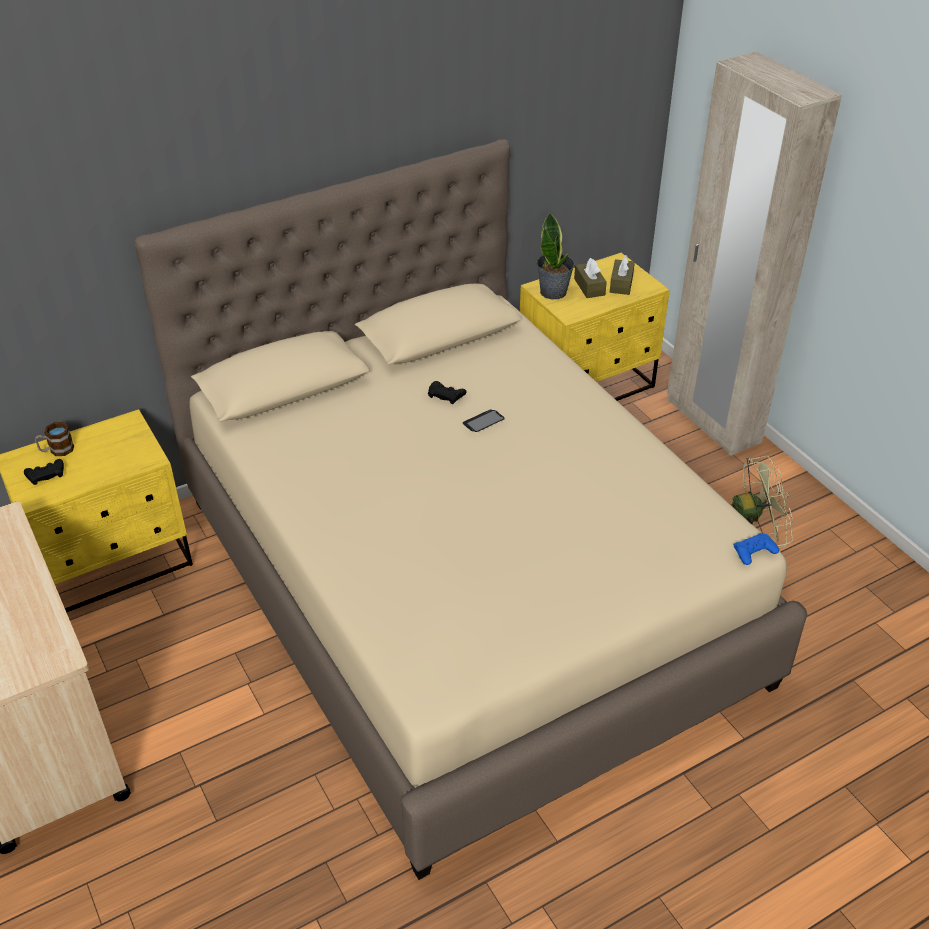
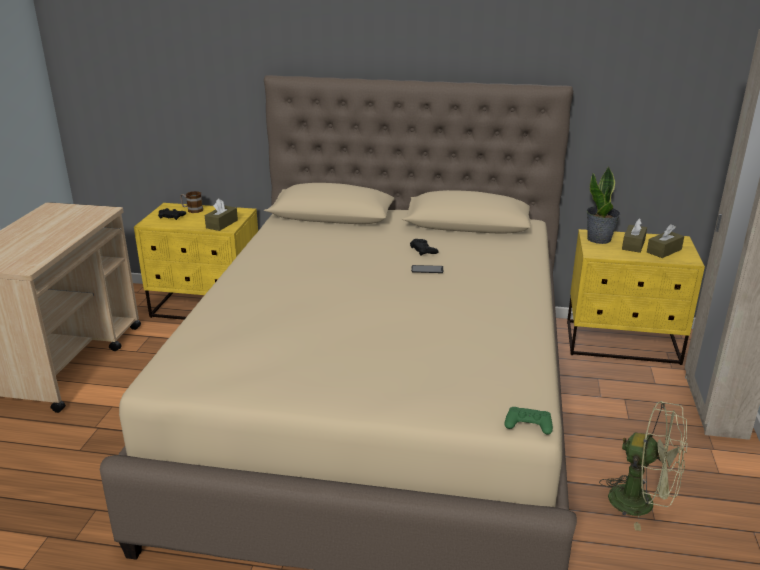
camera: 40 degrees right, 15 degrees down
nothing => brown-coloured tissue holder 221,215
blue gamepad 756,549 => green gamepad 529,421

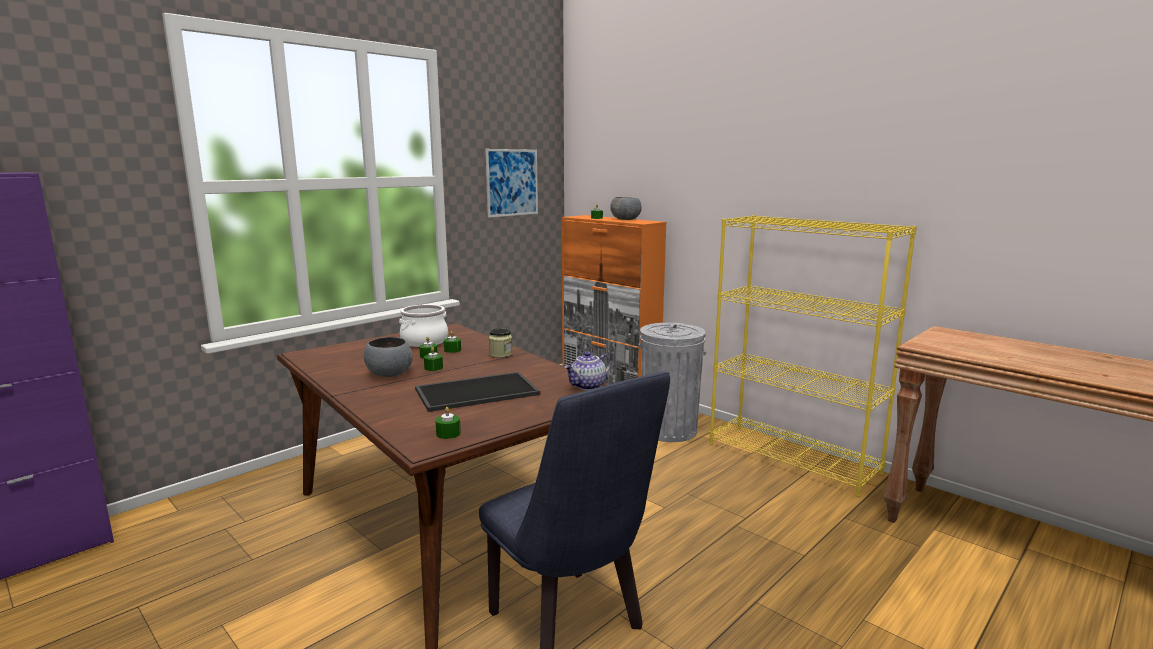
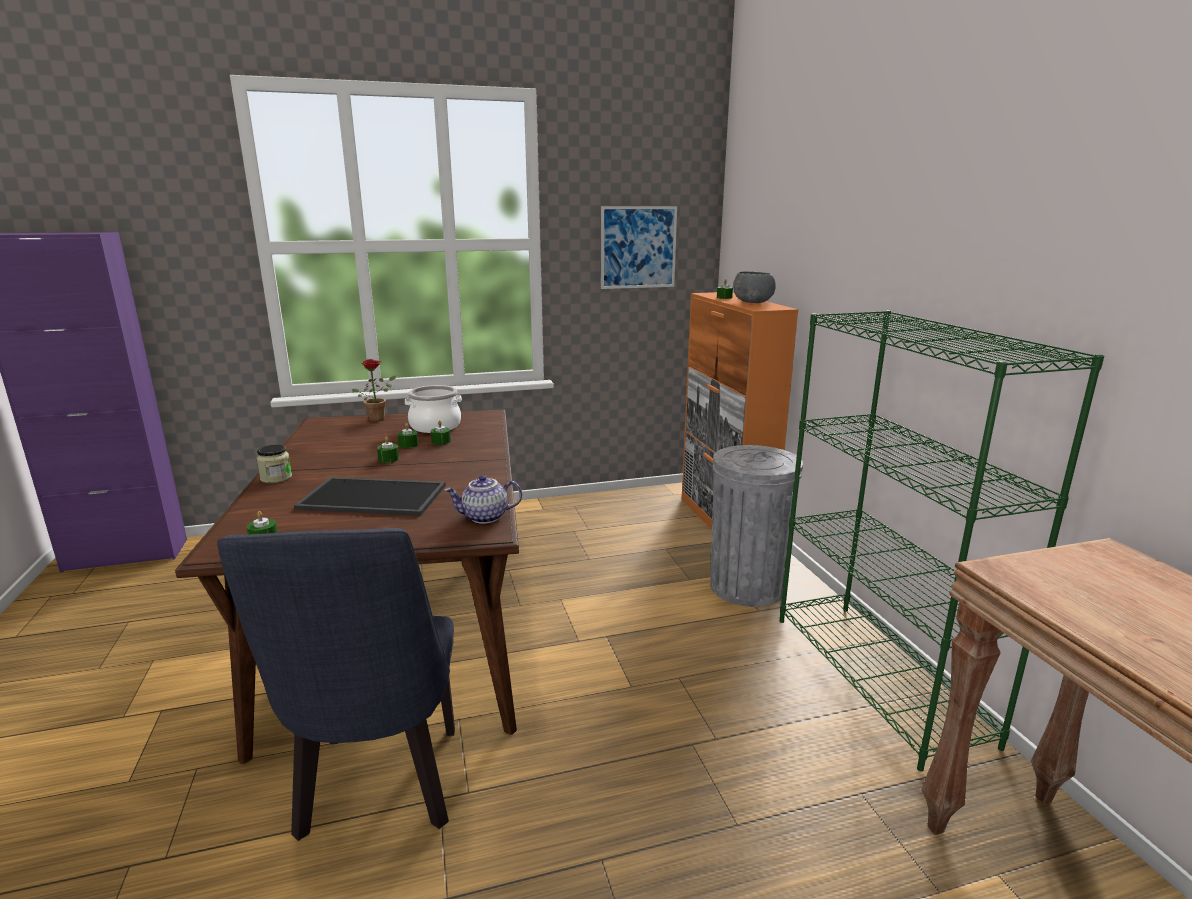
camera: 30 degrees right, 5 degrees up
storage jar 500,343 => storage jar 274,464, relocated
nothing => plant in a pot 374,390
yellowish bookshelf 813,356 => green bookshelf 942,540
greyish bowl 388,357 => nothing

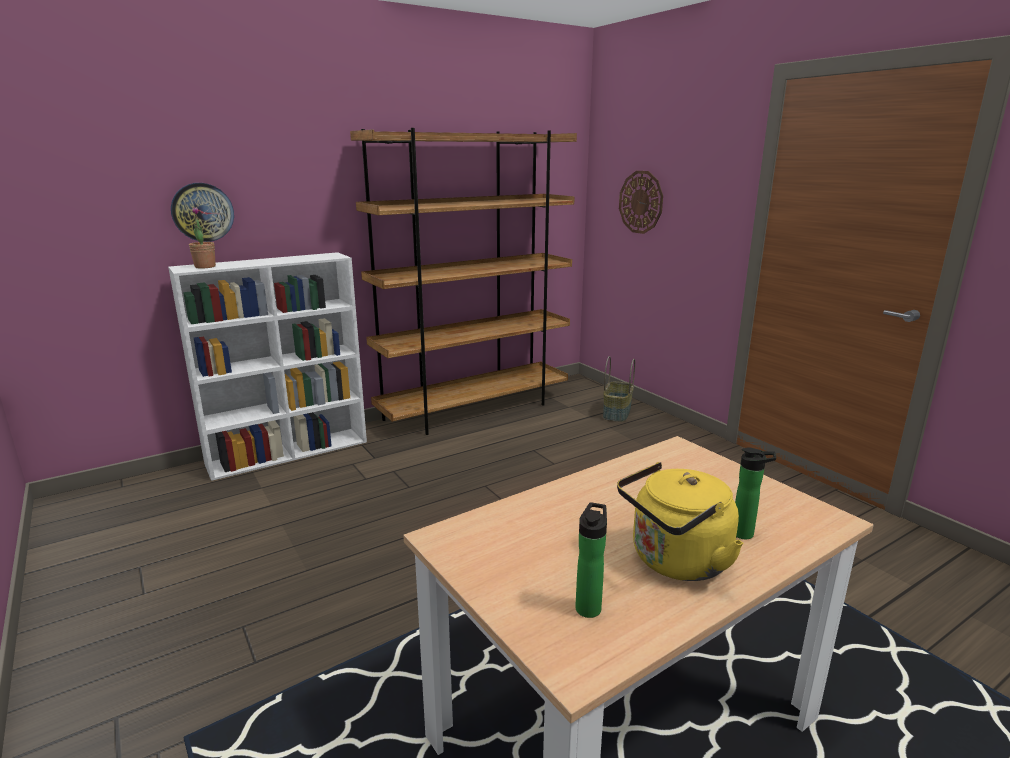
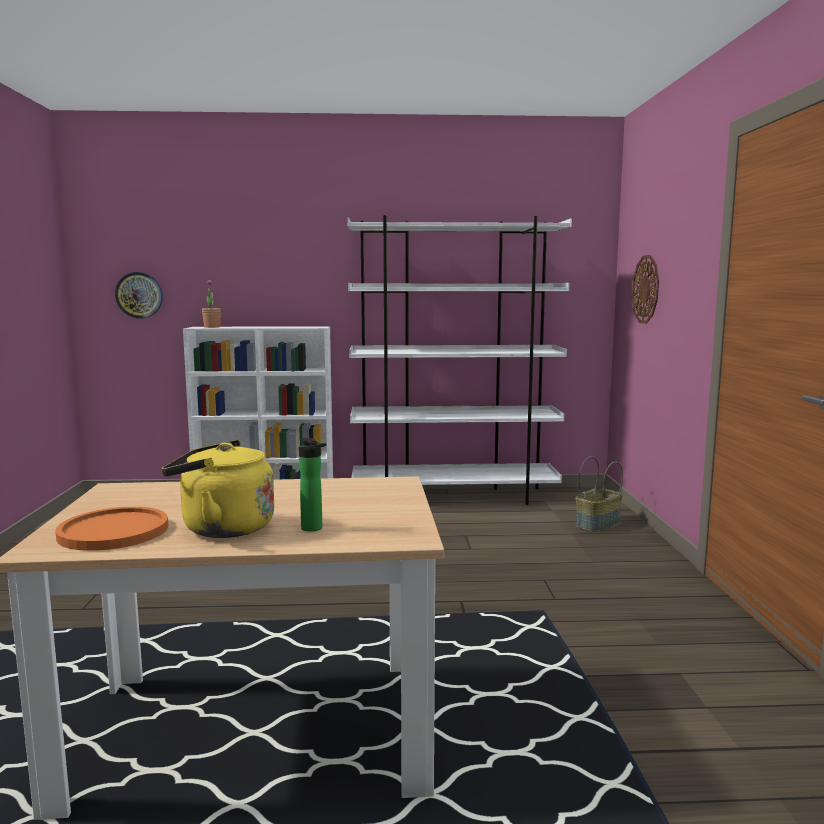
camera: 30 degrees right, 10 degrees down
beverage bottle 591,560 => orange dinner plate 111,529
hanging clock 202,212 => hanging clock 139,295, relocated
brown-coloured bookshelf 463,281 => white-coloured bookshelf 459,360

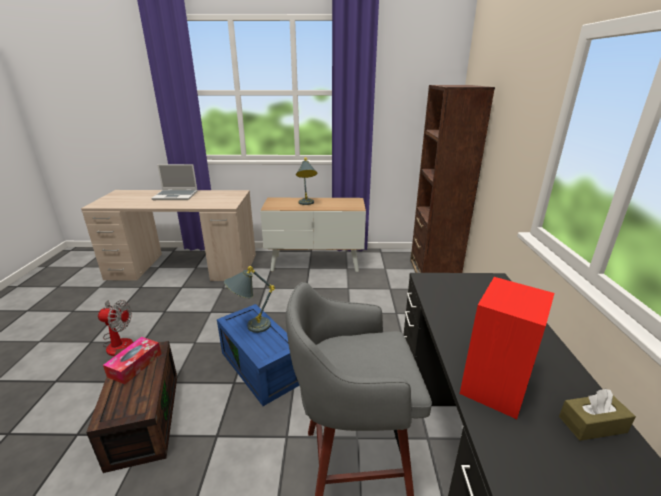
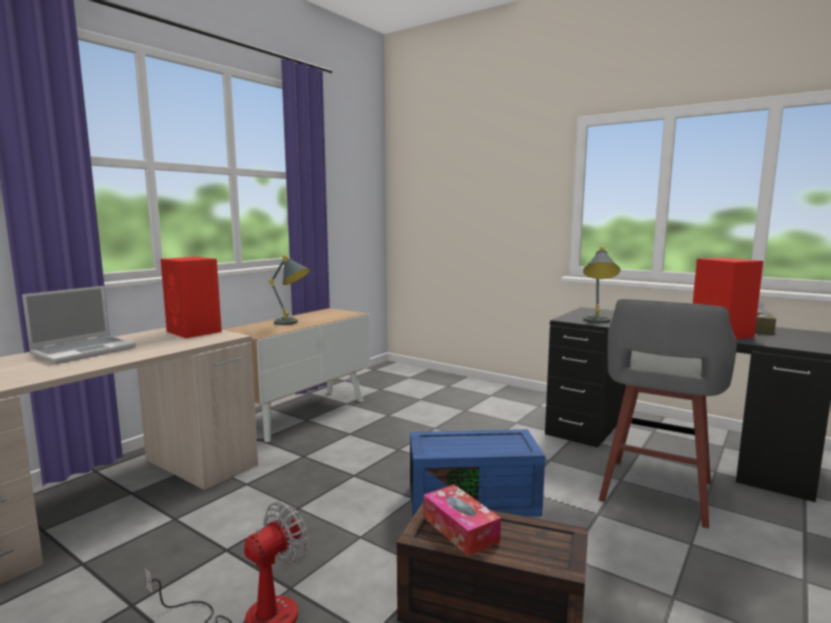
camera: 55 degrees left, 15 degrees down
nothing => reddish speaker 191,297
greyish tabletop lamp 249,299 => greyish tabletop lamp 602,284, relocated
brown-coloured bookshelf 452,179 => nothing

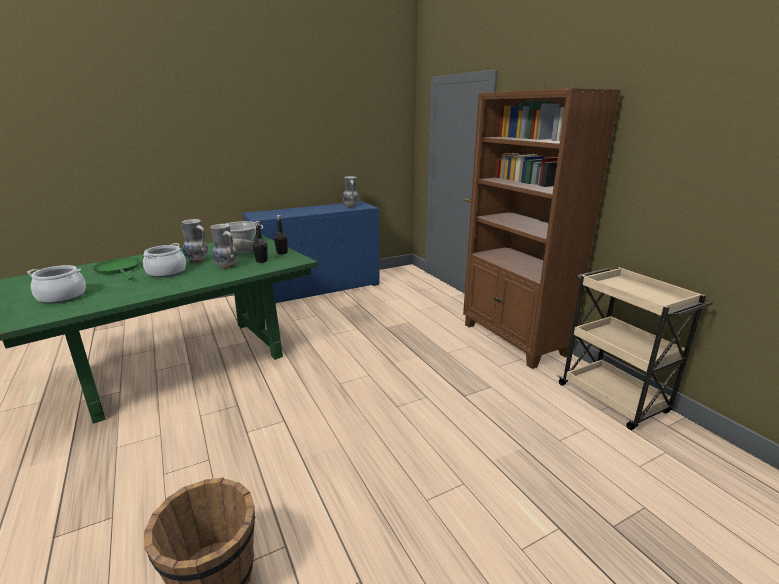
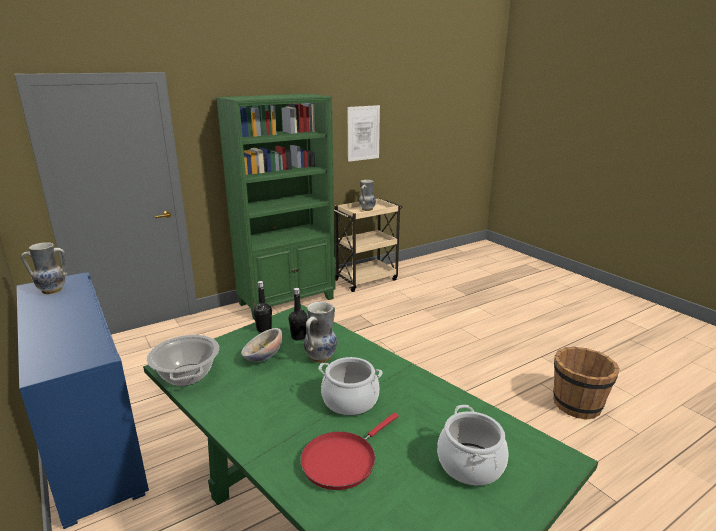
camera: 95 degrees left, 0 degrees up
brown-coloured bookshelf 542,228 => green bookshelf 276,207
green pan 116,269 => reddish pan 349,451
nothing => wall art 363,133
flower vase 194,241 => flower vase 367,195, relocated

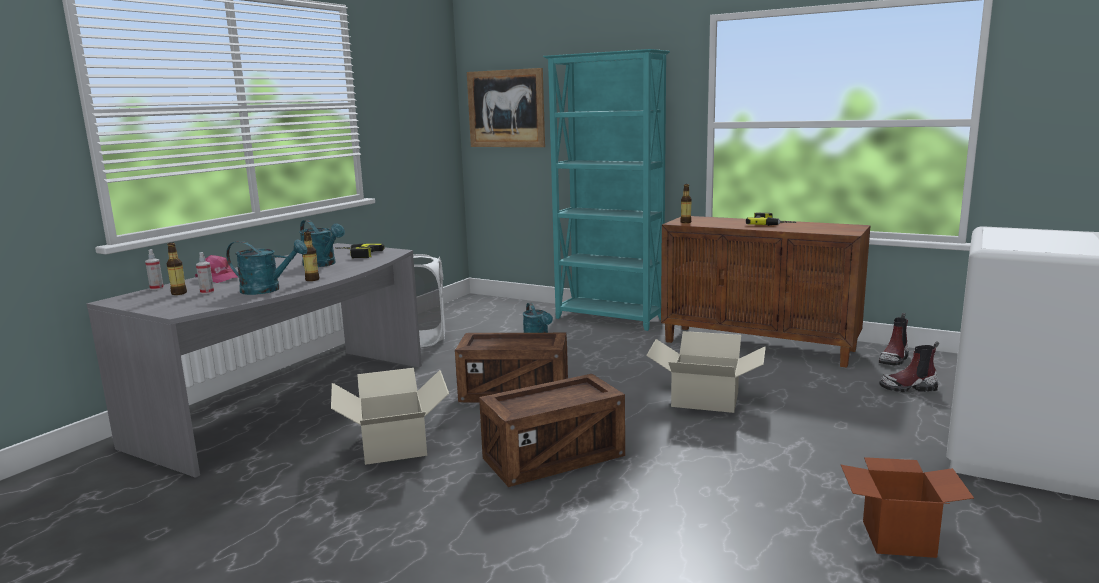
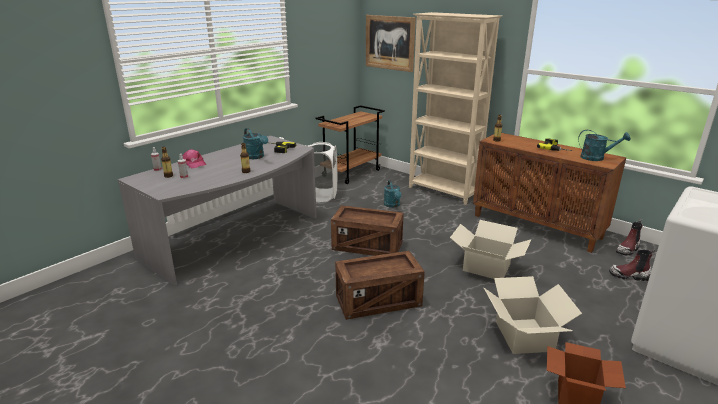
camera: 10 degrees right, 10 degrees up
nothing => brown-coloured wheeled cart 350,144
blue-green bookshelf 606,190 => beige-coloured bookshelf 455,108
carton 390,416 => carton 533,315, relocated
blue-green sprinkling can 266,267 => blue-green sprinkling can 604,145, relocated

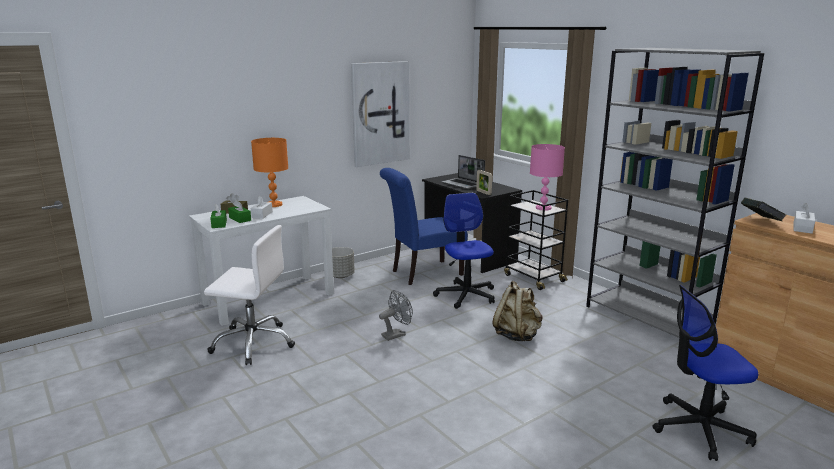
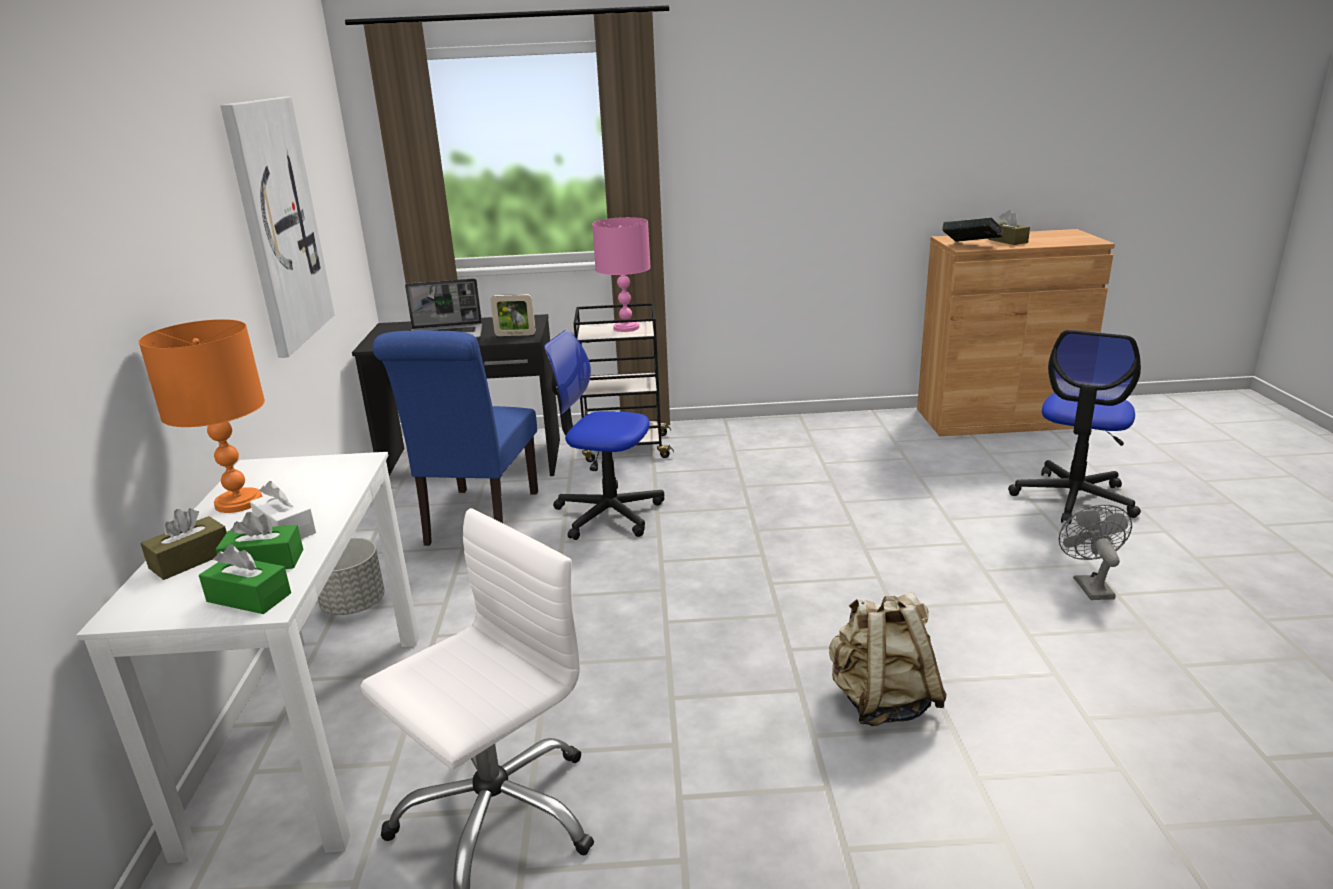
camera: 55 degrees left, 5 degrees up
beige-coloured knapsack 517,311 => beige-coloured knapsack 888,659, relocated
white-coloured tissue holder 804,218 => brown-coloured tissue holder 1009,227
greyish fan 396,315 => greyish fan 1095,552, relocated
greyish bookshelf 675,193 => nothing

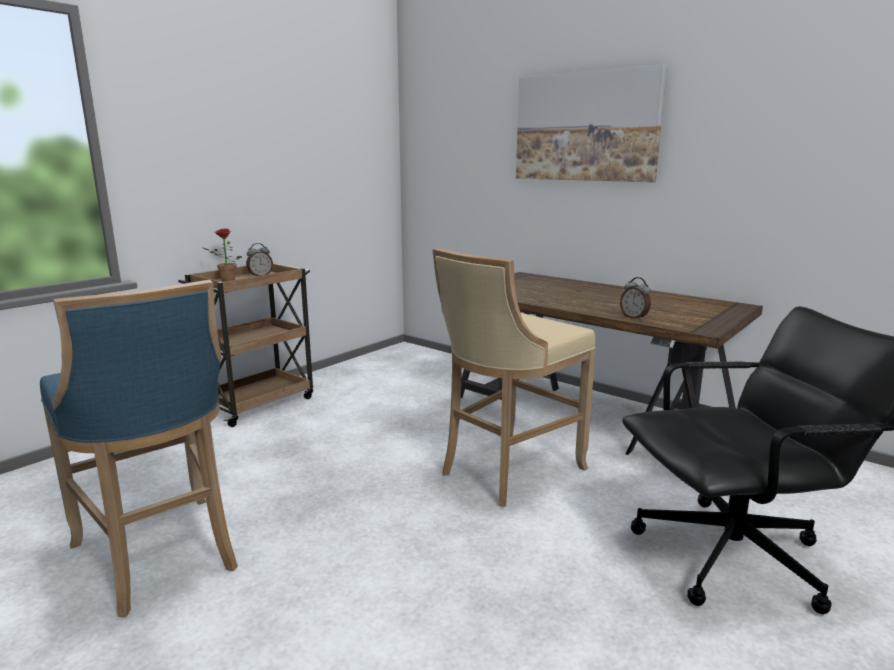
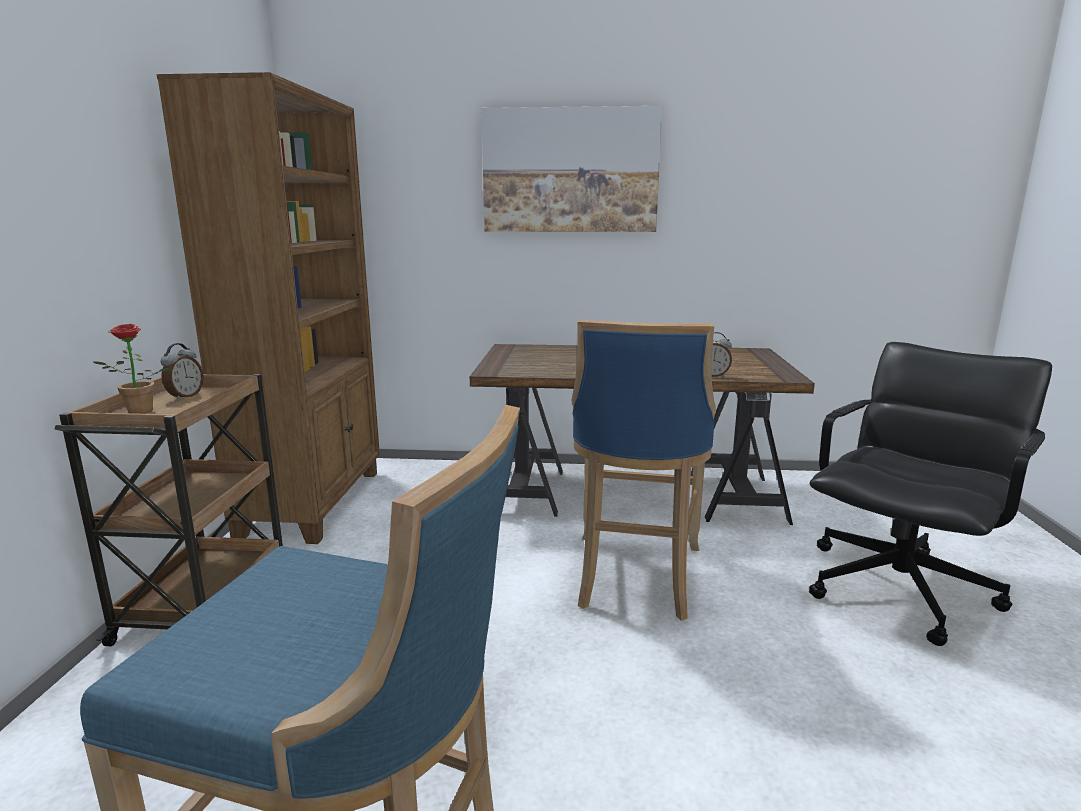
camera: 35 degrees left, 0 degrees up
nothing => brown-coloured bookshelf 268,308
beige-coloured sitting stool 514,377 => blue sitting stool 644,470

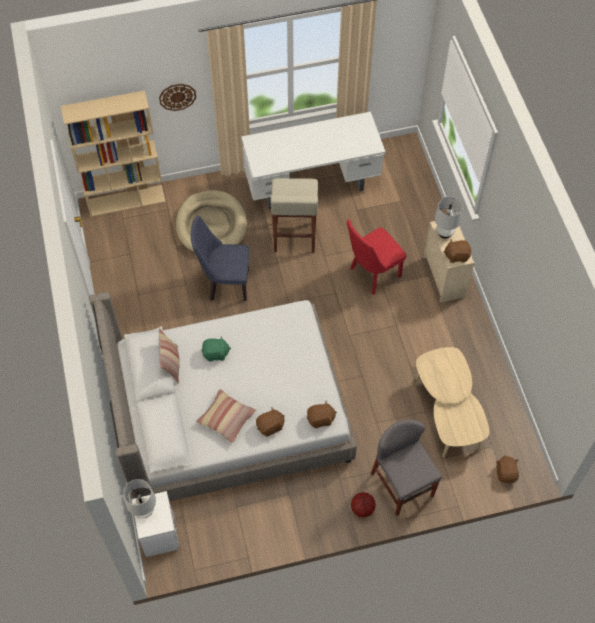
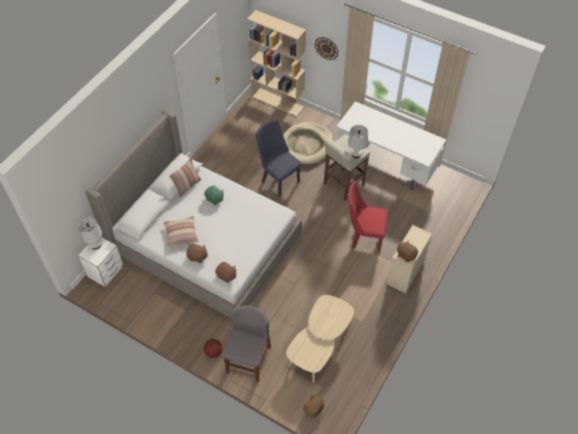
camera: 45 degrees right, 5 degrees down
white-coloured tabletop lamp 449,217 => white-coloured tabletop lamp 358,141, relocated

